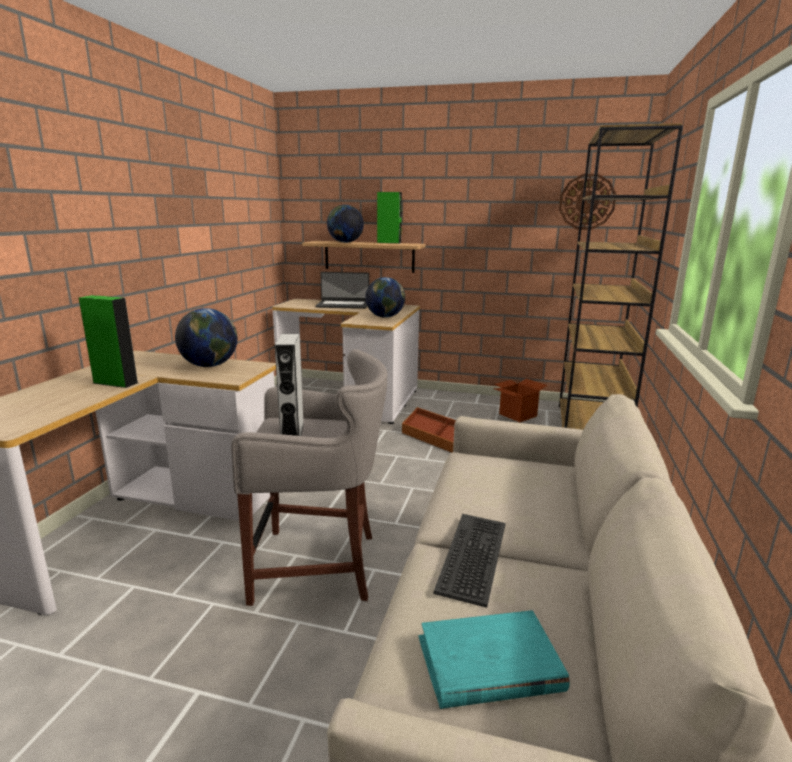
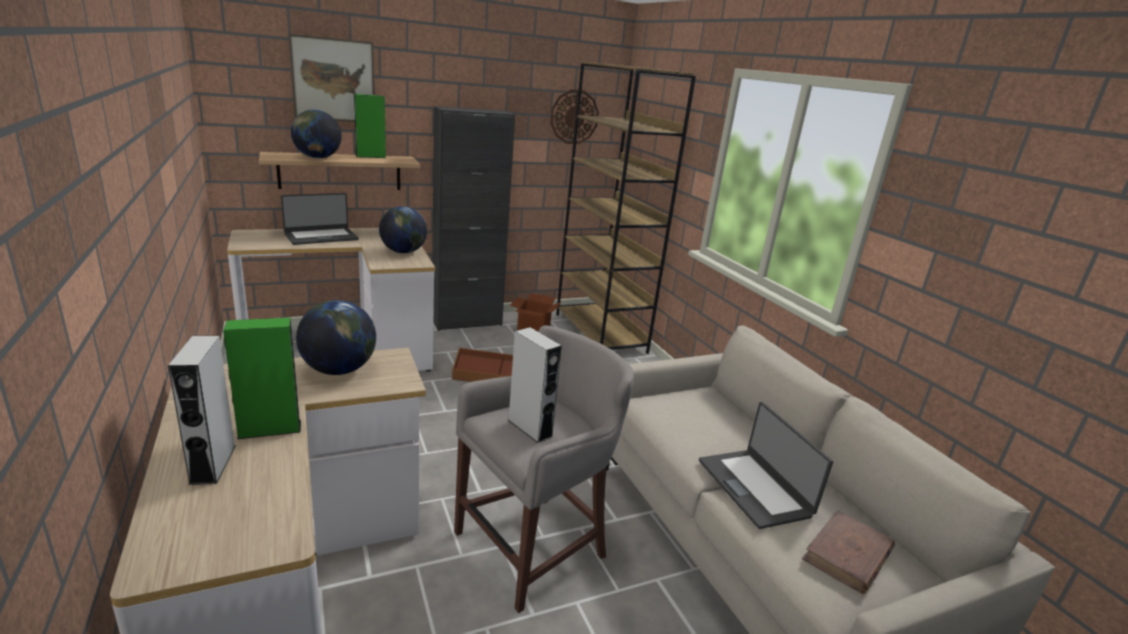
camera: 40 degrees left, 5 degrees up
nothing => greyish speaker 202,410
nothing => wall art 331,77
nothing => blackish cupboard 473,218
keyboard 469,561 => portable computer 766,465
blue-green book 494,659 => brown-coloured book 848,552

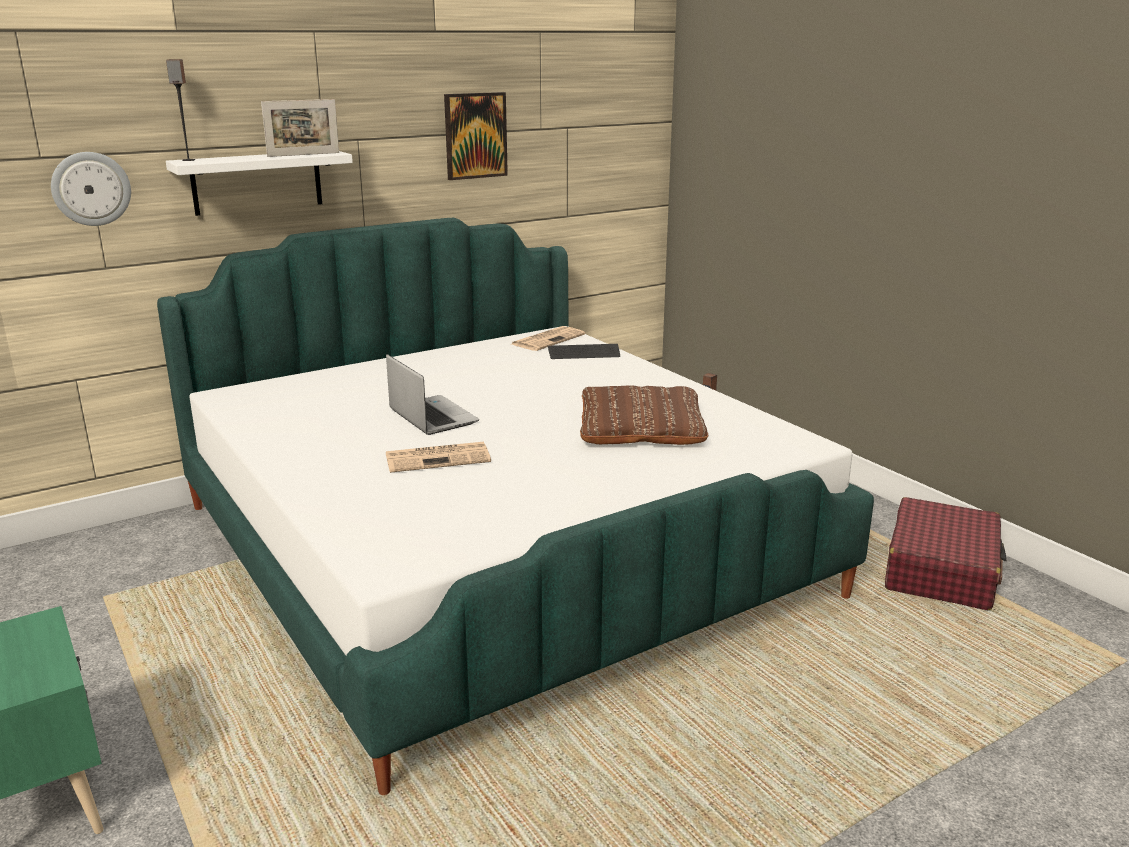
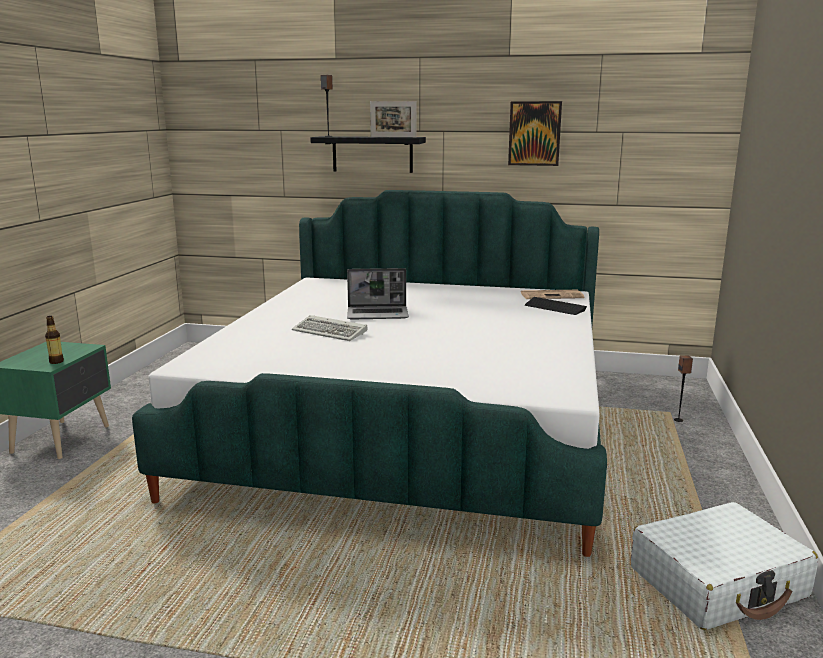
camera: 45 degrees right, 5 degrees down
nothing => beverage bottle 54,340
printed paper 438,457 => keyboard 329,328
white-coloured wall shelf 259,183 => blackish wall shelf 368,154
portable computer 432,394 => portable computer 378,294, 75 degrees clockwise
reddish travel case 945,553 => white-coloured travel case 724,566
hanging clock 91,189 => nothing
brown-coloured pillow 644,415 => nothing

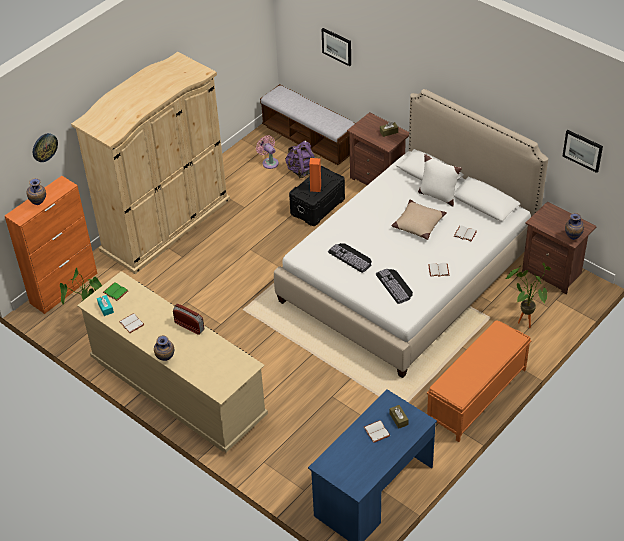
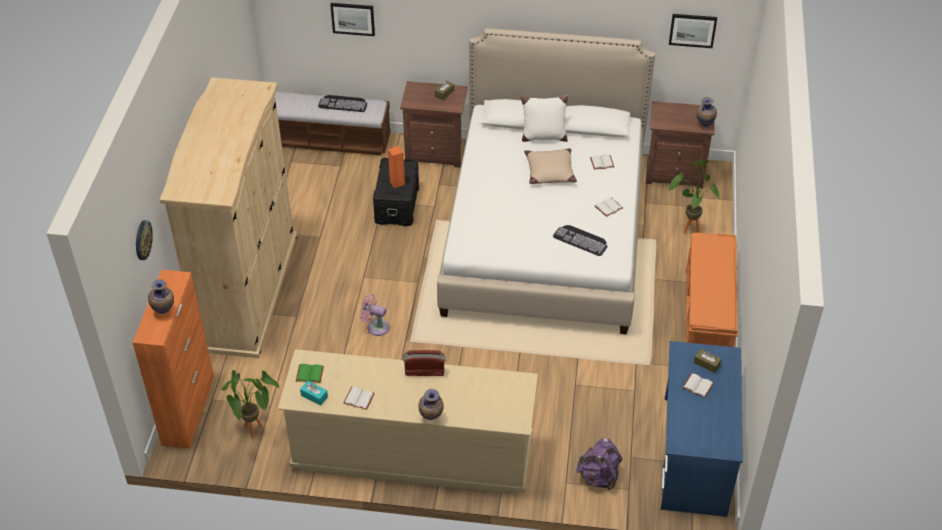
camera: 35 degrees left, 0 degrees up
keyboard 350,258 => keyboard 343,103, relocated
pinkish fan 267,152 => pinkish fan 375,315, relocated
purple knapsack 300,159 => purple knapsack 599,464, relocated

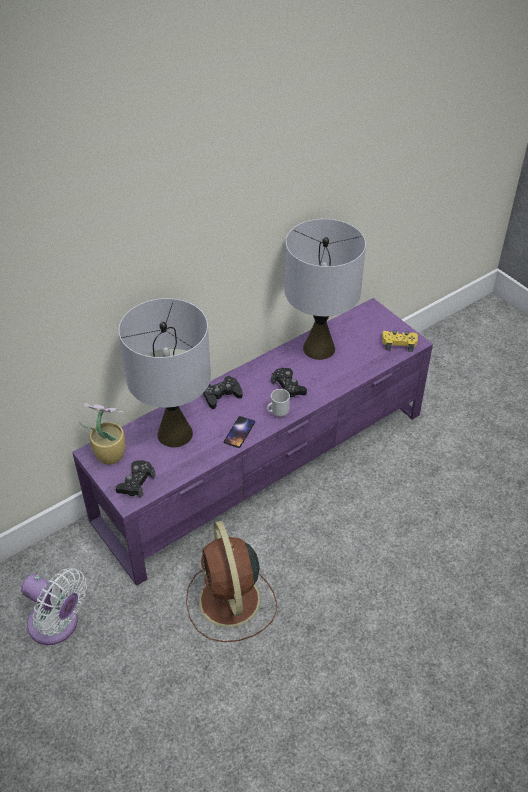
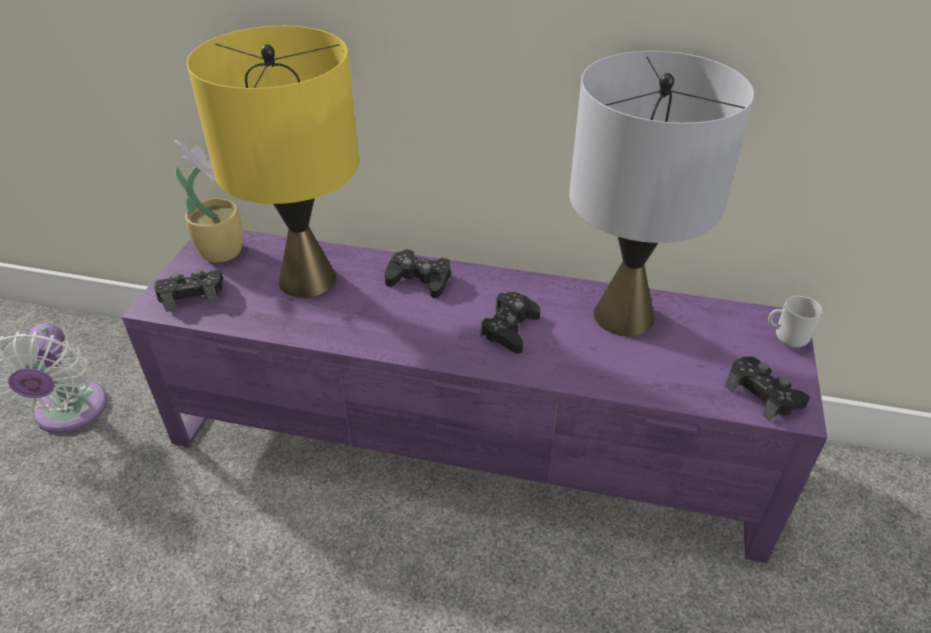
camera: 50 degrees right, 5 degrees down
greyish tabletop lamp 165,372 => yellowish tabletop lamp 273,162
yellowish gamepad 400,341 => blackish gamepad 767,389
mug 278,403 => mug 795,322, relocated
brown-coloured fan 231,581 => nothing
telephone 239,432 => nothing

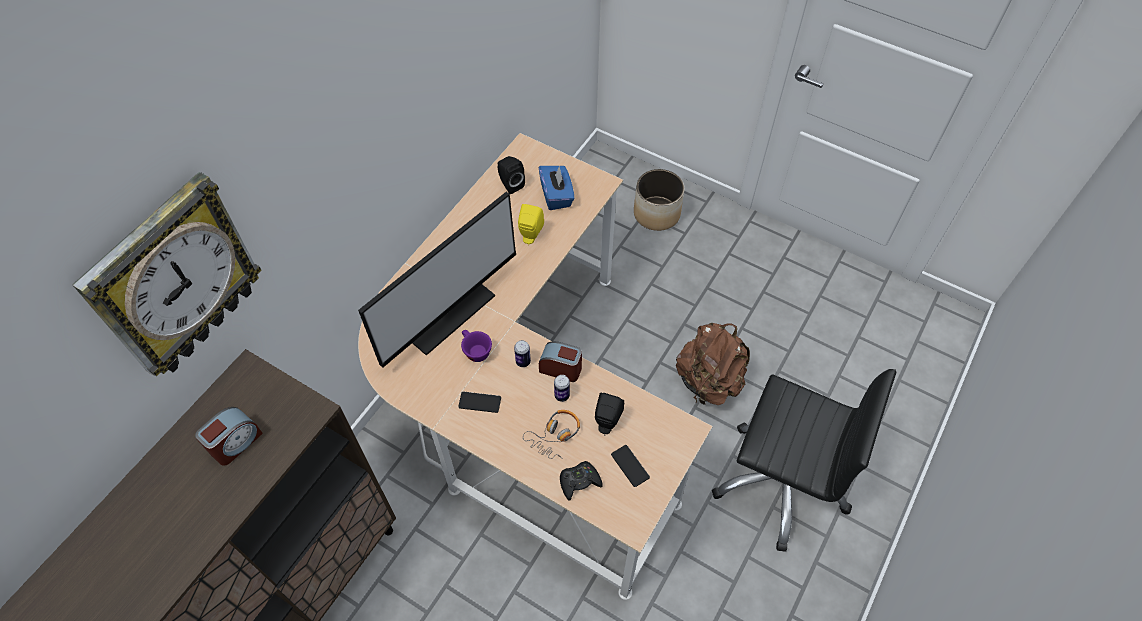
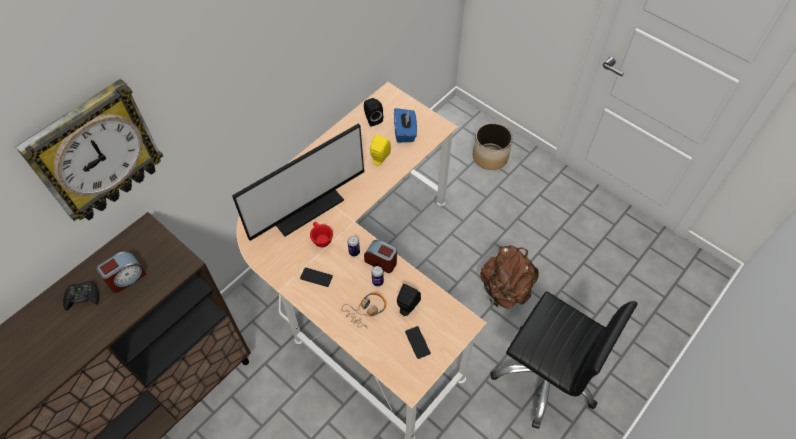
camera: 10 degrees right, 0 degrees up
blackish gamepad 581,481 => blackish gamepad 81,296, relocated
purple cup 476,346 => reddish cup 321,234

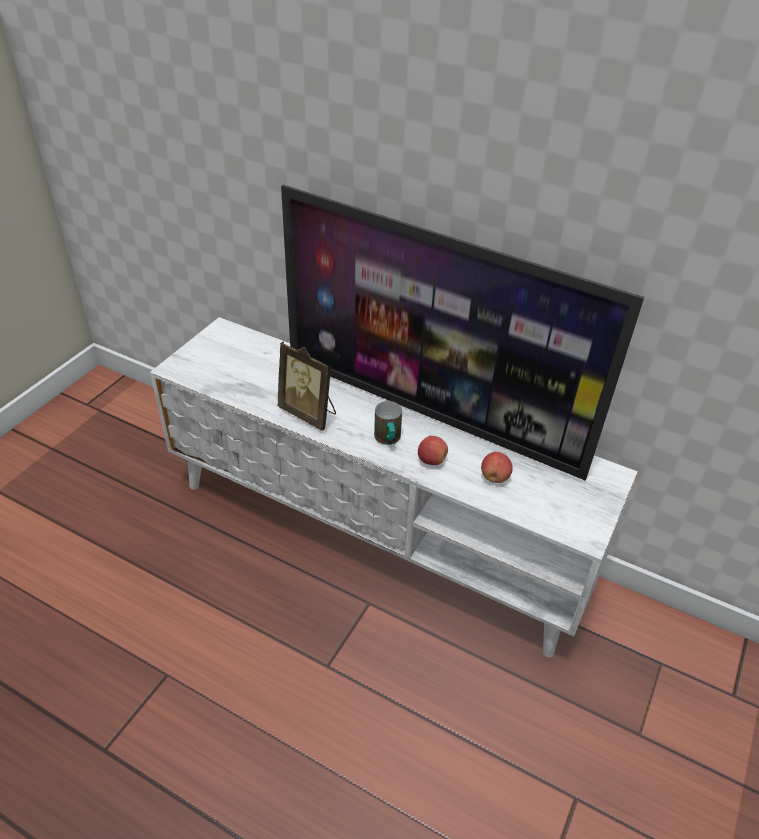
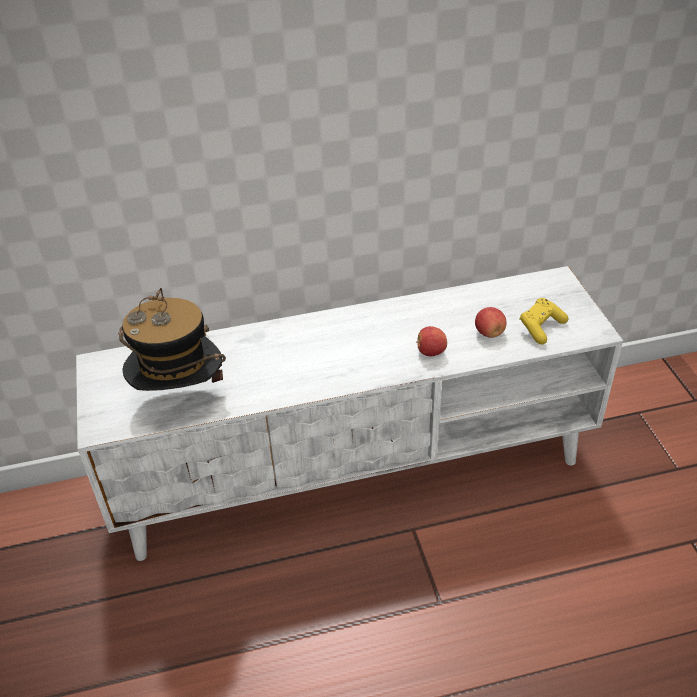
camera: 40 degrees left, 0 degrees up
nothing => wearable hat 172,339
nothing => yellowish gamepad 543,321
standing frame 306,386 => nothing
TV 462,333 => nothing
mug 388,423 => nothing

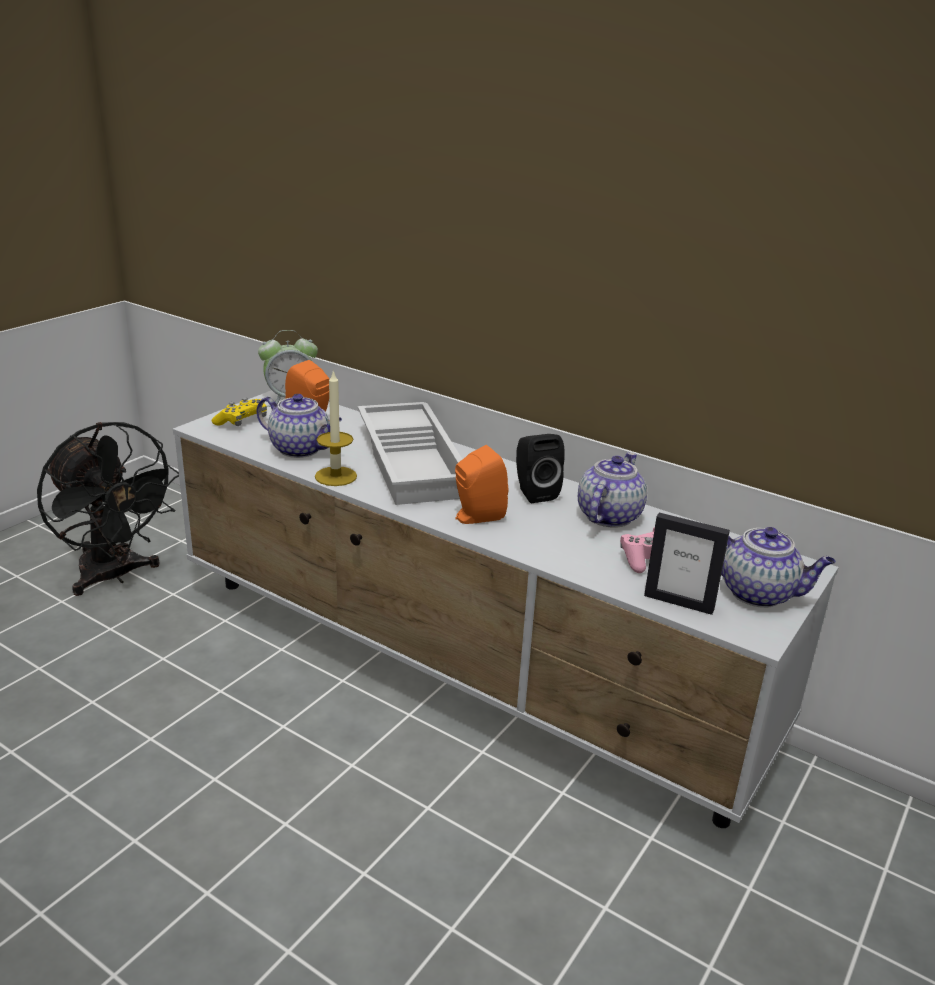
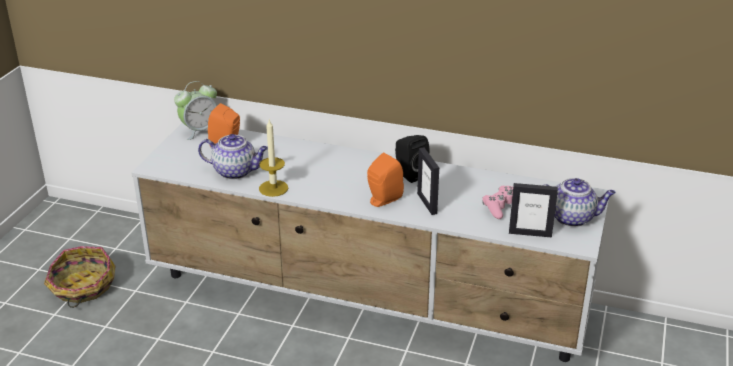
camera: 15 degrees left, 5 degrees up
blackish fan 108,509 => storage basket 79,277
nothing => standing frame 428,181
yellowish gamepad 239,412 => nothing
white-coloured carrying tray 410,453 => nothing
teapot 612,490 => nothing

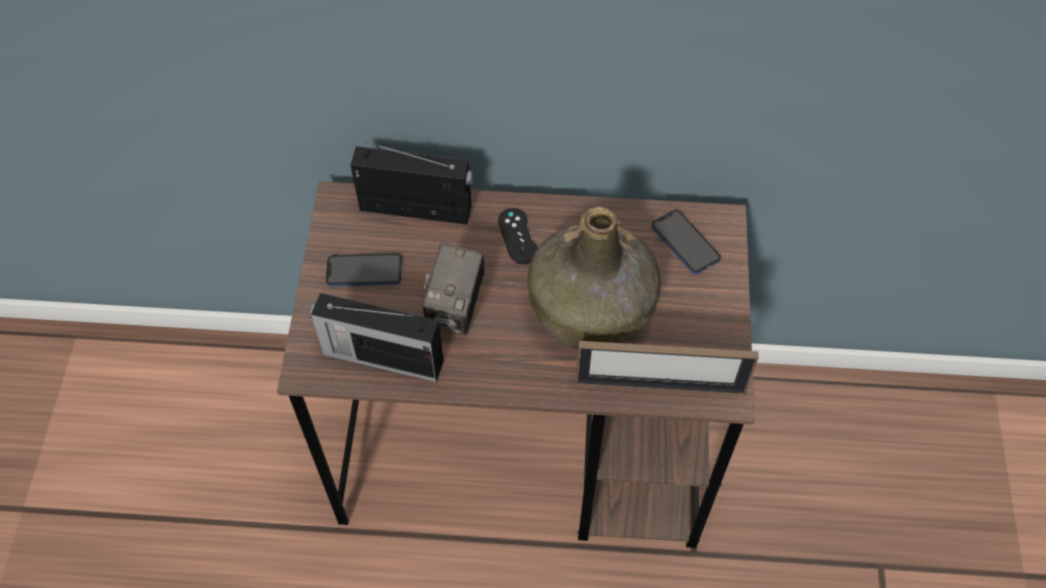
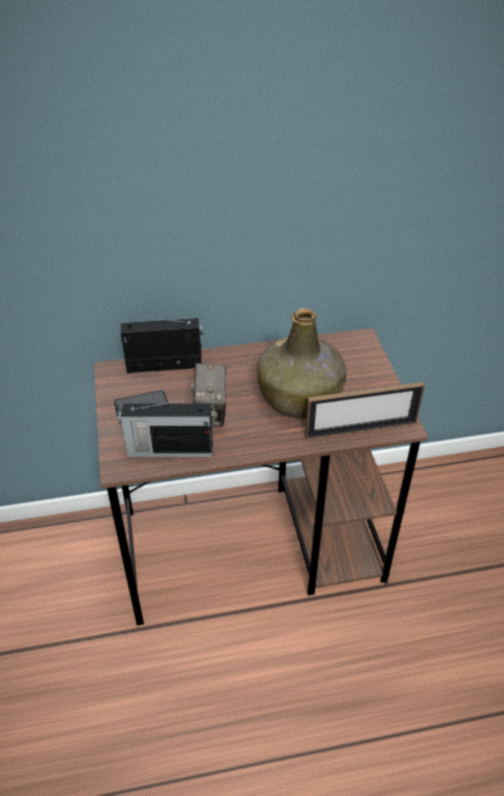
camera: 15 degrees left, 15 degrees down
blackish gamepad 518,236 => nothing
telephone 686,242 => nothing

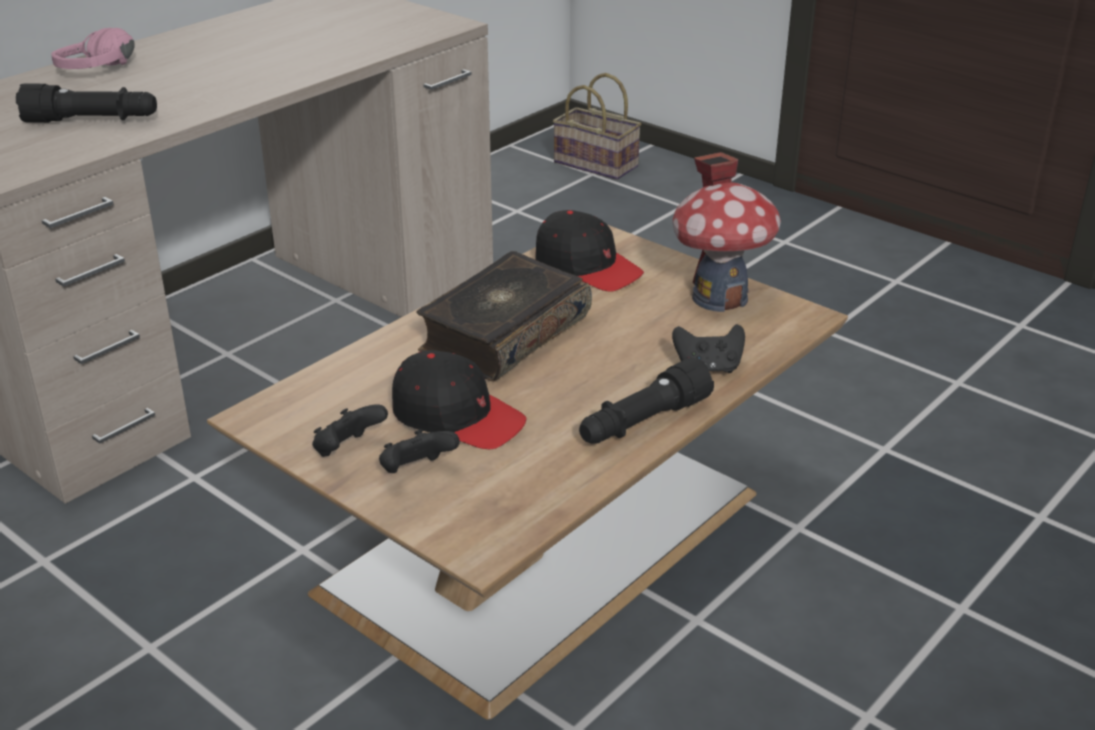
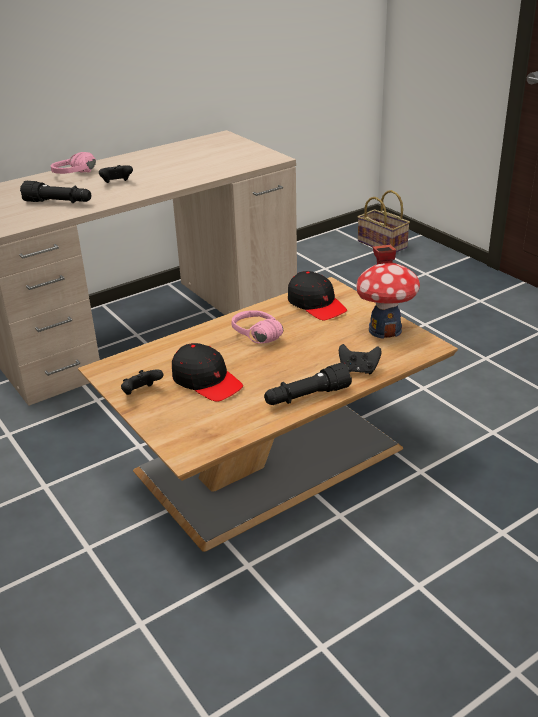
camera: 15 degrees right, 0 degrees up
blackish gamepad 419,451 => blackish gamepad 116,174, relocated
book 504,316 => pinkish headset 257,327

